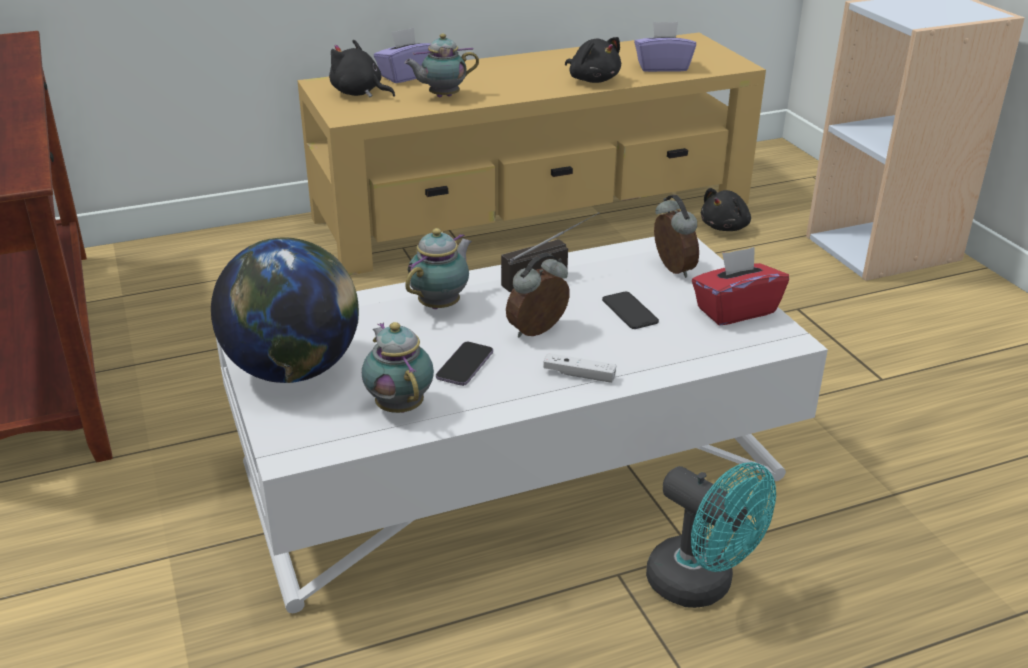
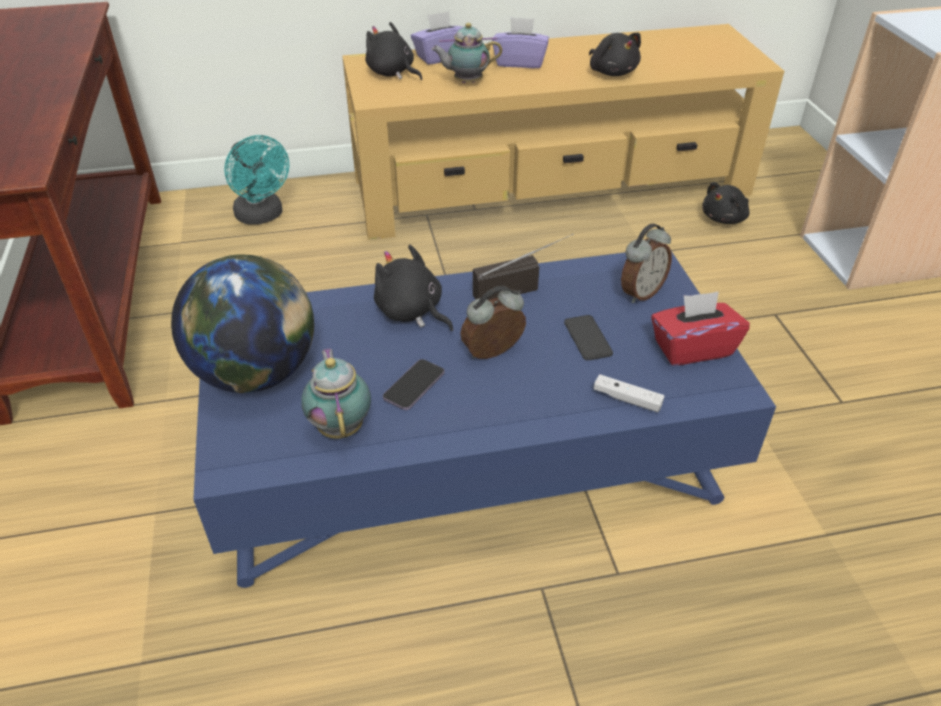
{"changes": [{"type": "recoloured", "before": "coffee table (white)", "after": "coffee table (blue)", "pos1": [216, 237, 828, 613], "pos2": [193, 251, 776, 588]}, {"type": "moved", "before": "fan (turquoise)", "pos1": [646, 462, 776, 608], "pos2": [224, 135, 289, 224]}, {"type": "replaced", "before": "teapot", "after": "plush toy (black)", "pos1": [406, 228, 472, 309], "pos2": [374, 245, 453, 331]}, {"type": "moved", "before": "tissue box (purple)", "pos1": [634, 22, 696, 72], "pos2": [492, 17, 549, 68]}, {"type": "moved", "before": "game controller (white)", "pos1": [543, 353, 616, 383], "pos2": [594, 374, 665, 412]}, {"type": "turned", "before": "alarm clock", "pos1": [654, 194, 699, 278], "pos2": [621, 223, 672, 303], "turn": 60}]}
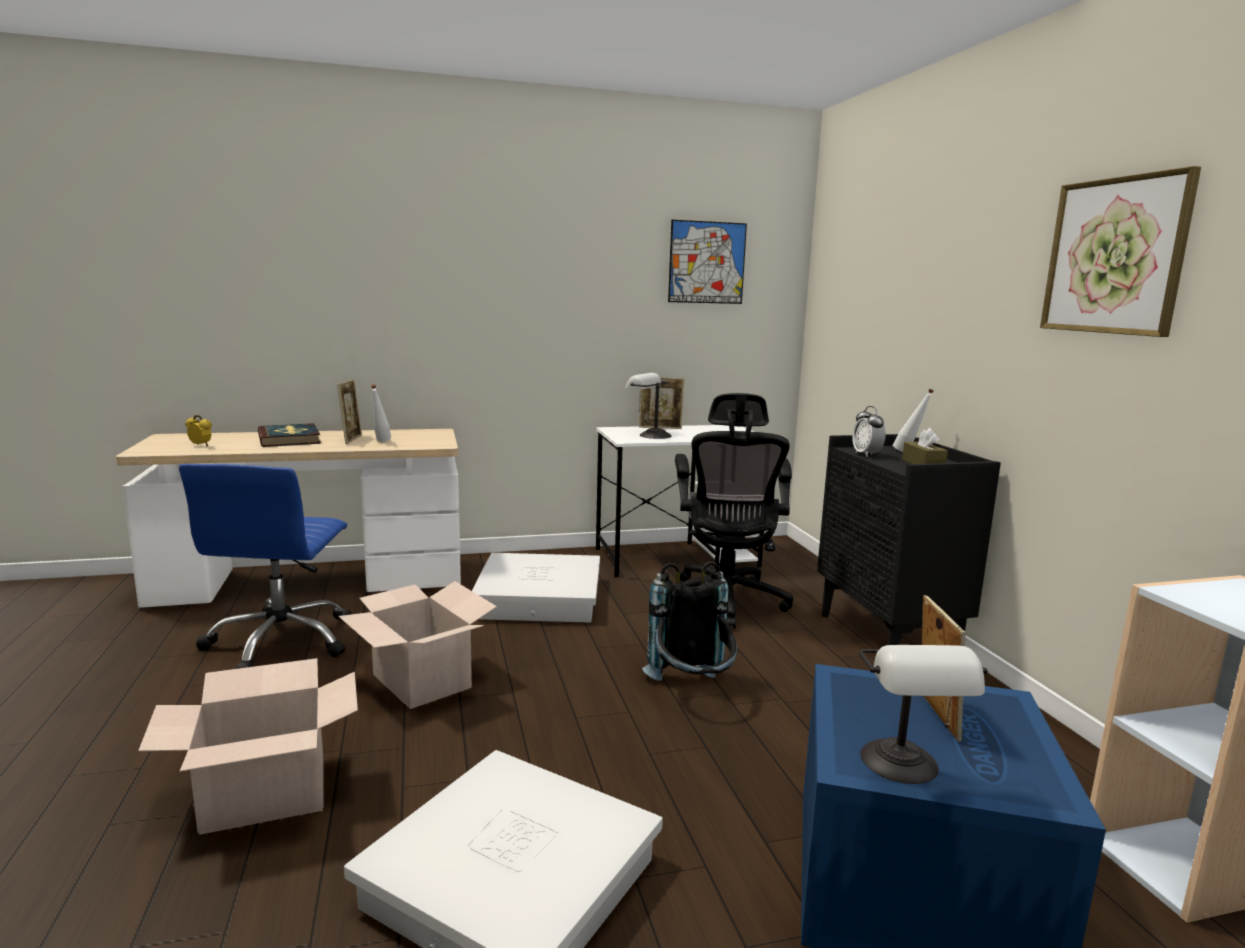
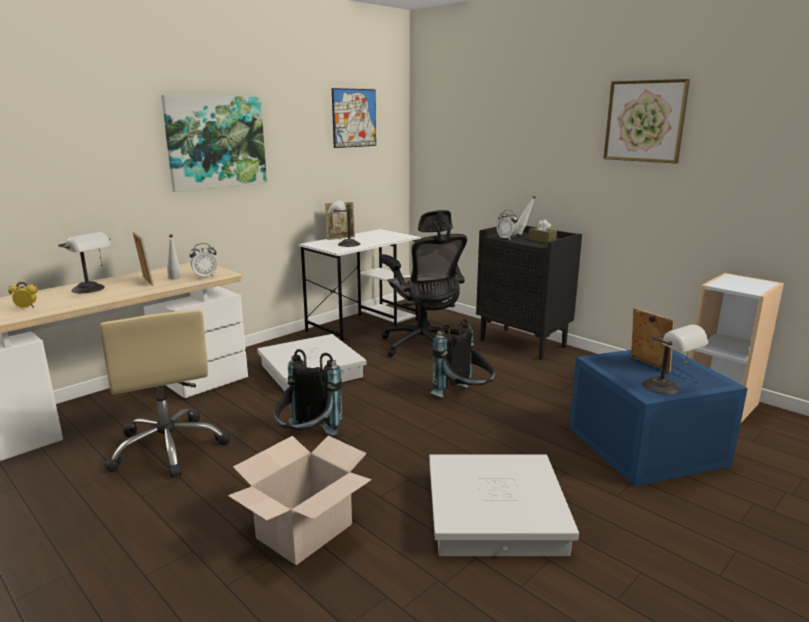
{"changes": [{"type": "replaced", "before": "book", "after": "table lamp", "pos1": [258, 423, 321, 447], "pos2": [58, 232, 111, 293]}, {"type": "recoloured", "before": "office chair (blue)", "after": "office chair (beige)", "pos1": [179, 464, 352, 669], "pos2": [99, 309, 231, 478]}, {"type": "added", "after": "picture", "pos2": [161, 95, 267, 192]}, {"type": "added", "after": "alarm clock", "pos2": [189, 243, 217, 279]}, {"type": "replaced", "before": "cardboard box", "after": "backpack (black)", "pos1": [338, 581, 497, 709], "pos2": [274, 349, 342, 435]}]}
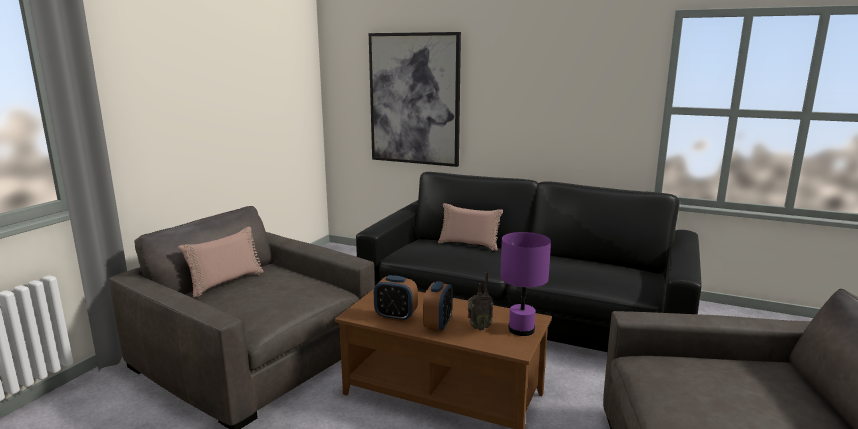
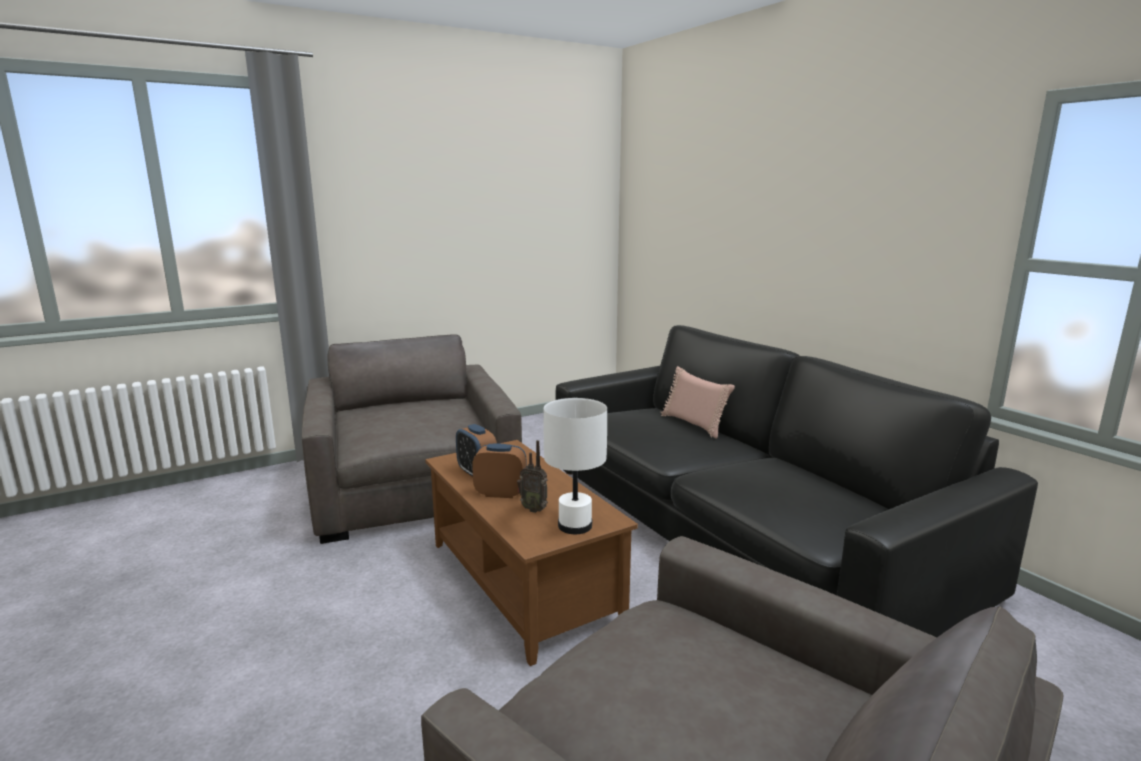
{"changes": [{"type": "turned", "before": "alarm clock", "pos1": [423, 281, 453, 332], "pos2": [472, 444, 527, 498], "turn": -135}, {"type": "recoloured", "before": "table lamp (purple)", "after": "table lamp (white)", "pos1": [500, 232, 551, 336], "pos2": [543, 398, 607, 534]}, {"type": "removed", "before": "pillow (beige)", "pos1": [178, 226, 263, 298]}, {"type": "removed", "before": "picture", "pos1": [369, 32, 461, 167]}]}
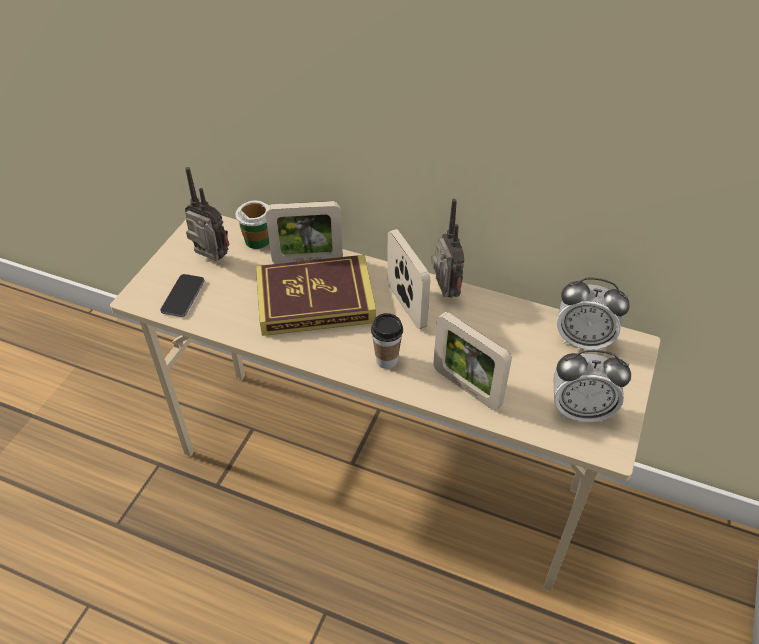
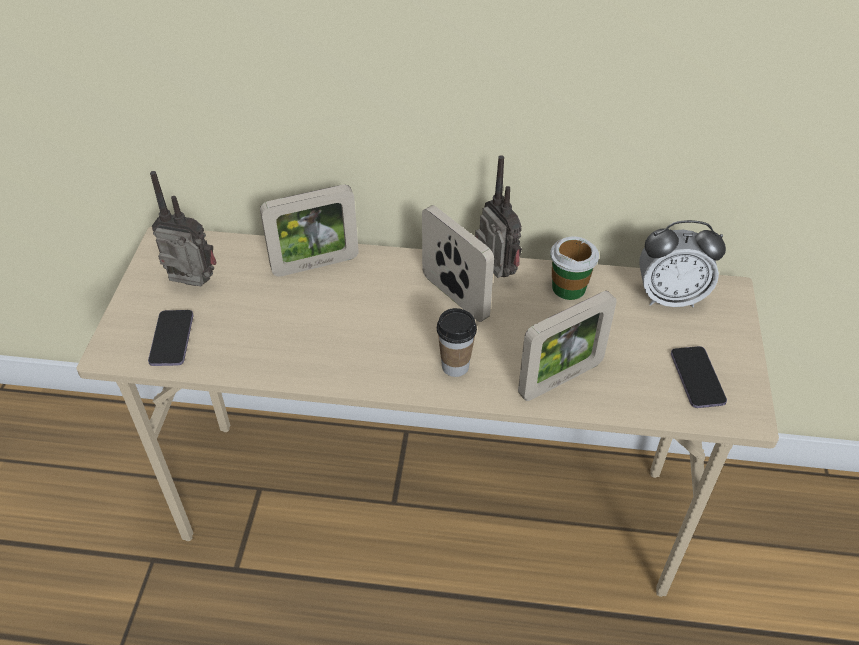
{"changes": [{"type": "turned", "before": "picture frame", "pos1": [433, 312, 512, 410], "pos2": [518, 291, 617, 401], "turn": -60}, {"type": "moved", "before": "cup", "pos1": [236, 201, 269, 249], "pos2": [550, 237, 599, 300]}, {"type": "replaced", "before": "alarm clock", "after": "phone", "pos1": [554, 350, 631, 422], "pos2": [671, 346, 727, 408]}, {"type": "removed", "before": "book", "pos1": [256, 255, 376, 336]}]}
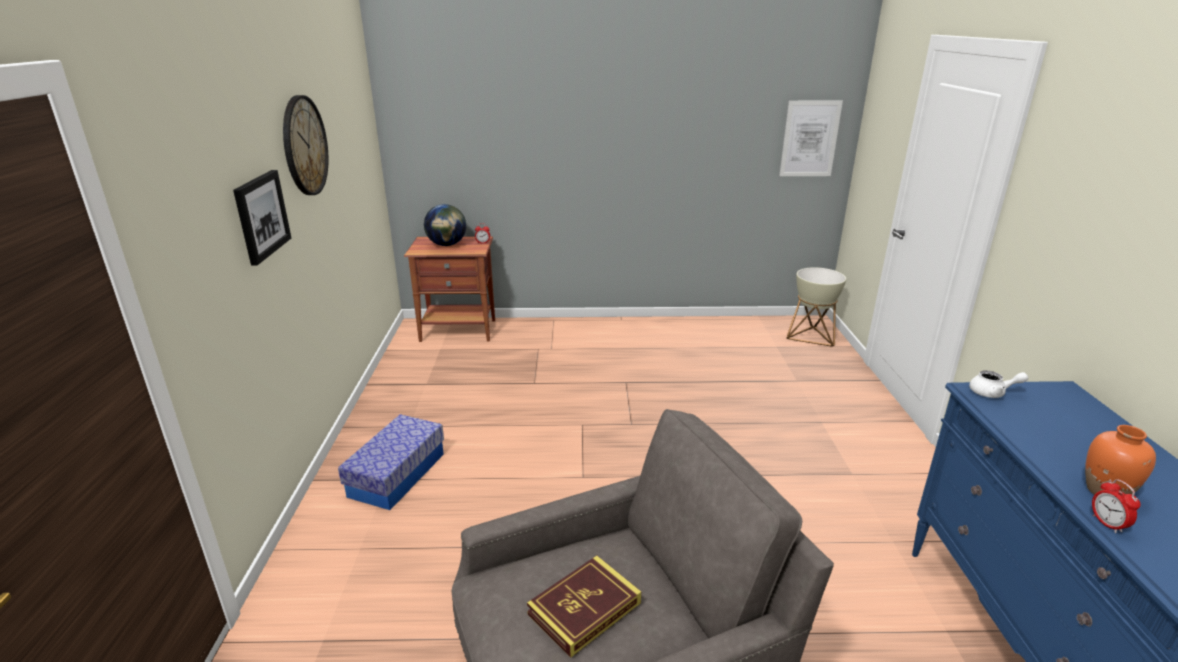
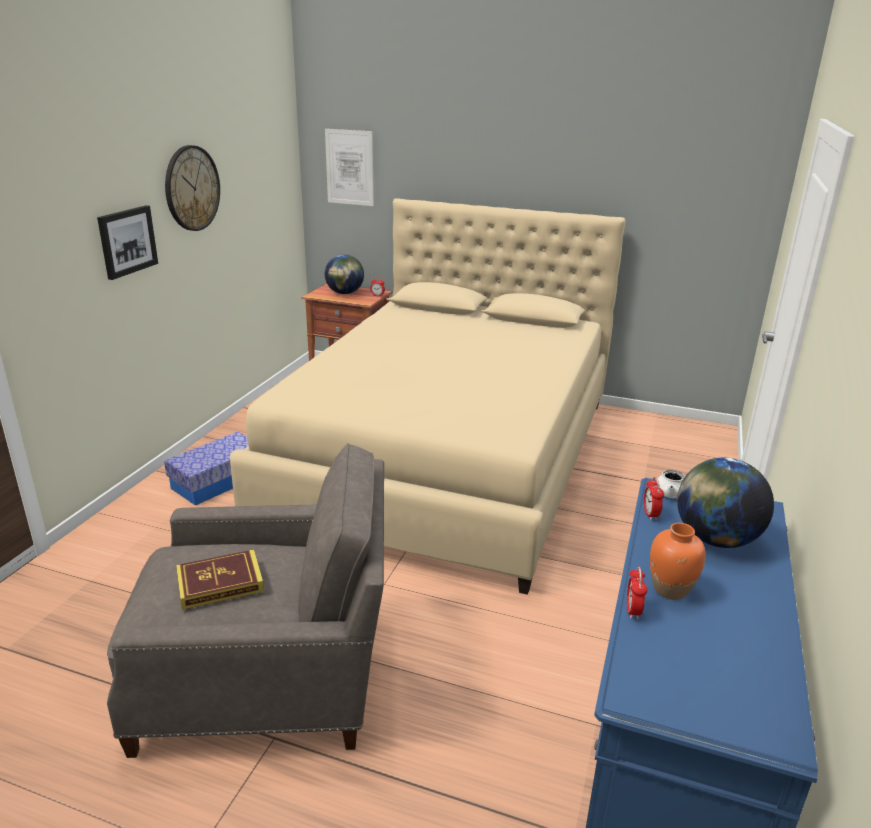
{"changes": [{"type": "added", "after": "bed (beige)", "pos2": [230, 198, 625, 595]}, {"type": "moved", "before": "picture", "pos1": [779, 101, 843, 176], "pos2": [325, 129, 374, 206]}, {"type": "added", "after": "alarm clock", "pos2": [644, 477, 664, 520]}, {"type": "added", "after": "globe", "pos2": [677, 458, 774, 548]}, {"type": "removed", "before": "planter", "pos1": [787, 267, 846, 347]}]}
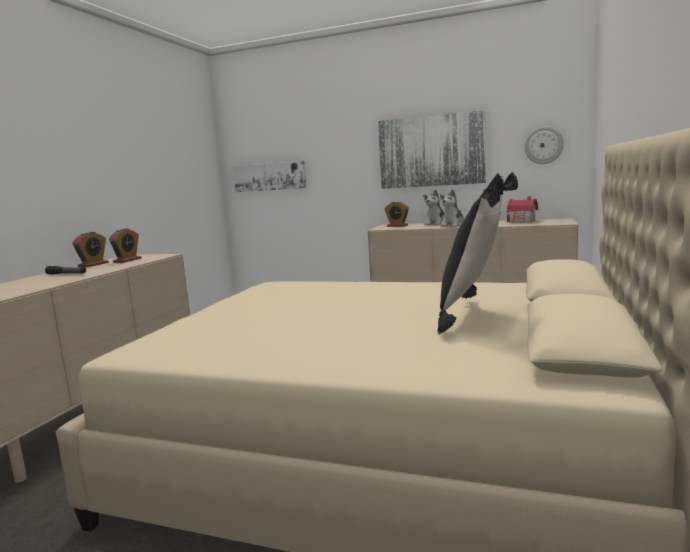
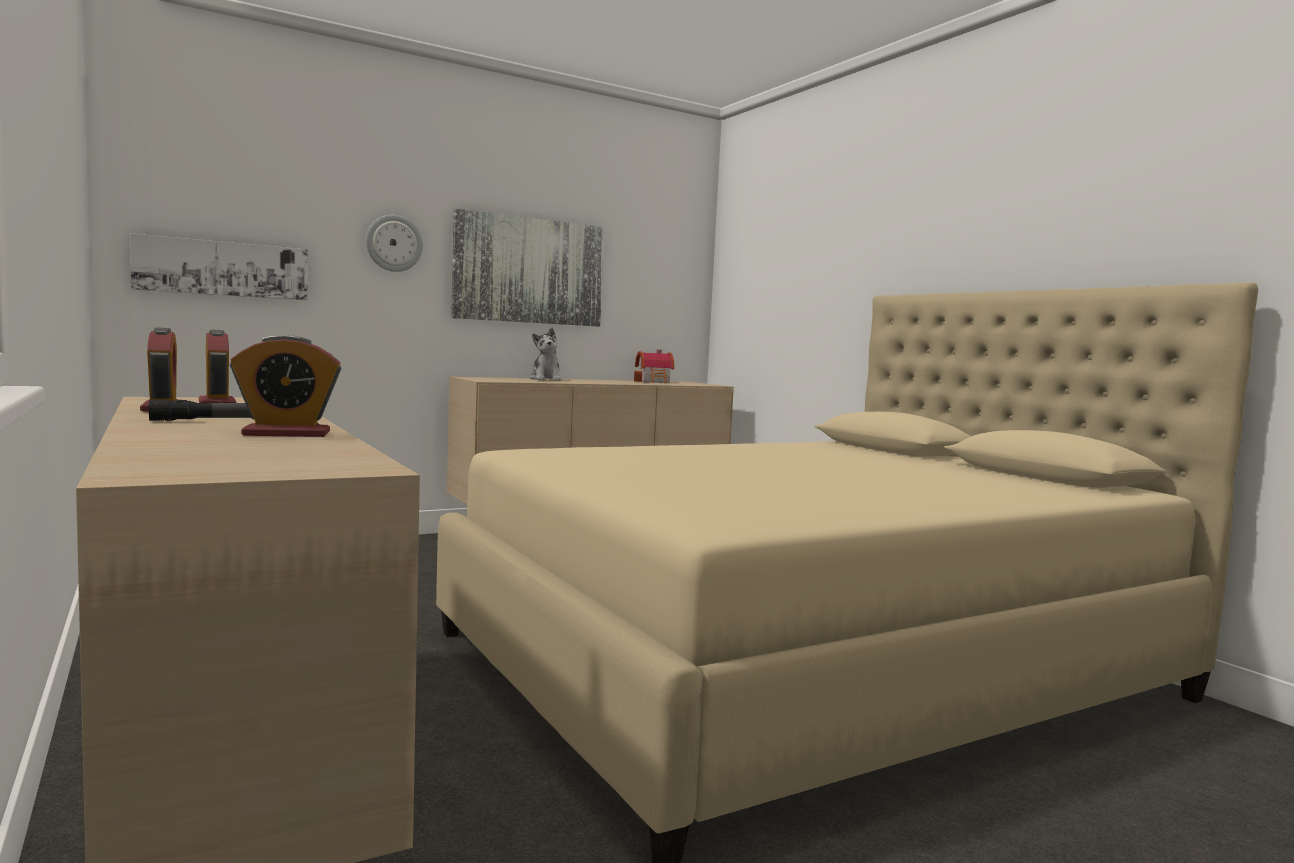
{"changes": [{"type": "moved", "before": "alarm clock", "pos1": [385, 201, 409, 227], "pos2": [230, 335, 342, 437]}, {"type": "moved", "before": "wall clock", "pos1": [524, 127, 564, 164], "pos2": [366, 215, 423, 272]}, {"type": "removed", "before": "pillow (black)", "pos1": [437, 172, 519, 334]}, {"type": "removed", "before": "plush toy", "pos1": [440, 189, 464, 227]}]}
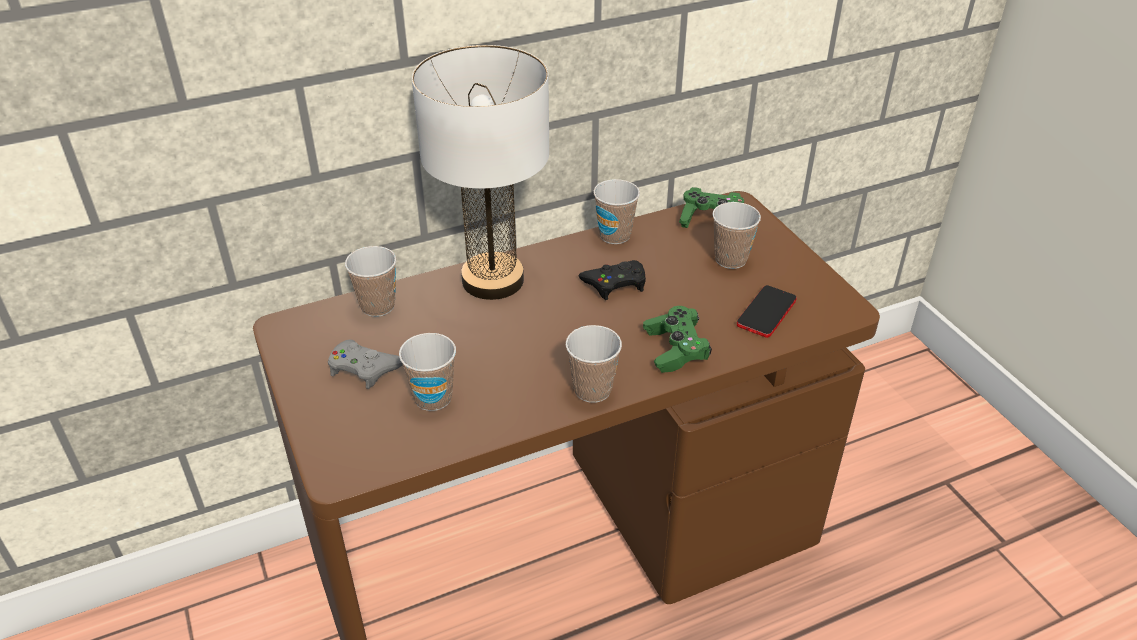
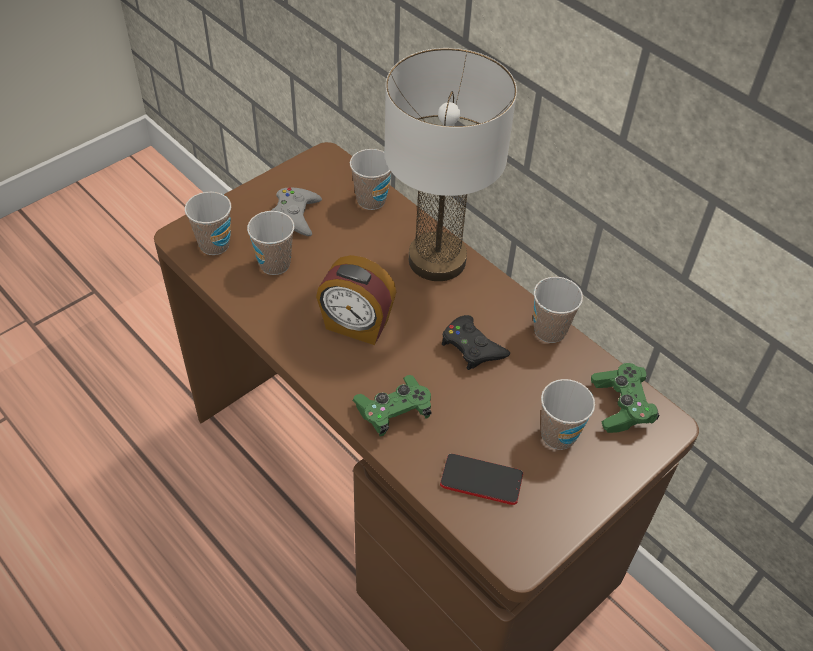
{"changes": [{"type": "moved", "before": "cup", "pos1": [566, 325, 622, 403], "pos2": [185, 192, 231, 255]}, {"type": "added", "after": "alarm clock", "pos2": [316, 255, 396, 345]}]}
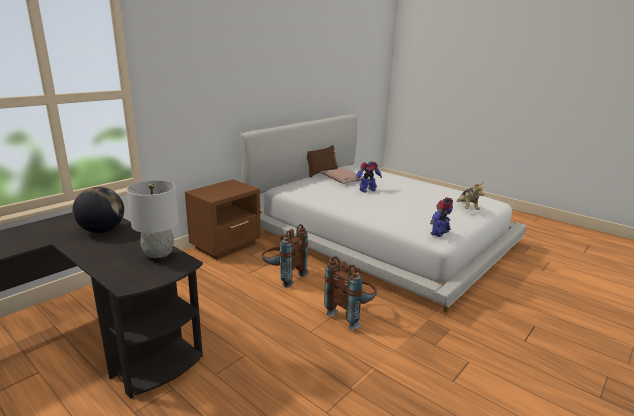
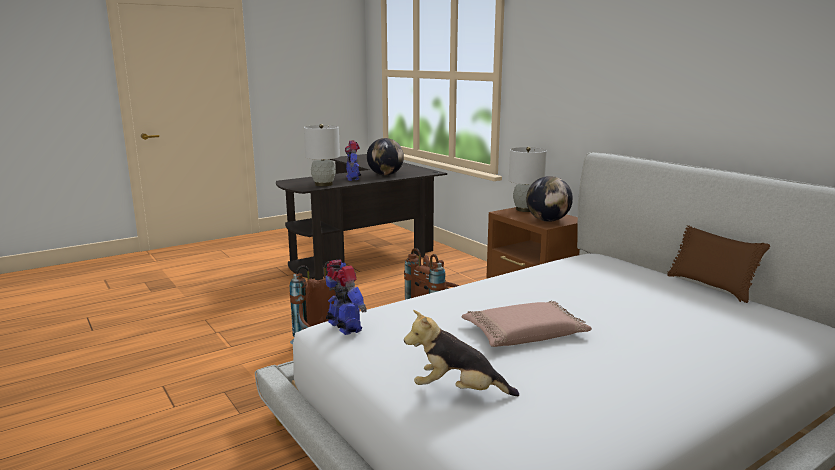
{"changes": [{"type": "moved", "before": "toy robot", "pos1": [356, 161, 382, 193], "pos2": [344, 141, 361, 181]}, {"type": "moved", "before": "pillow (beige)", "pos1": [320, 168, 364, 184], "pos2": [461, 300, 592, 347]}, {"type": "added", "after": "table lamp (white)", "pos2": [509, 147, 547, 212]}, {"type": "added", "after": "globe", "pos2": [526, 176, 573, 222]}]}
